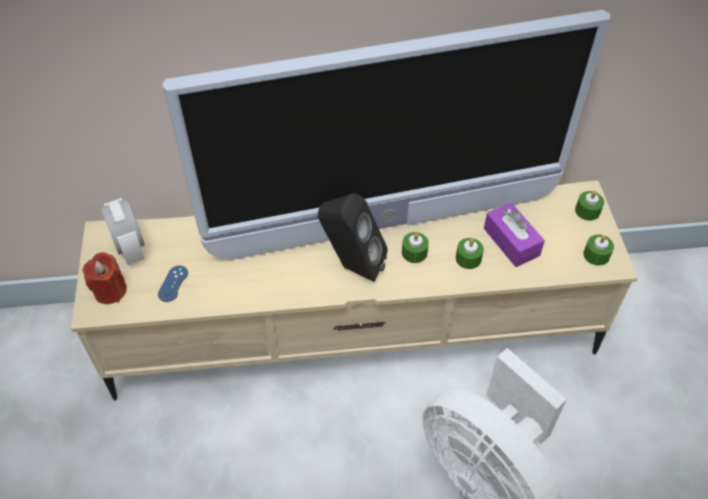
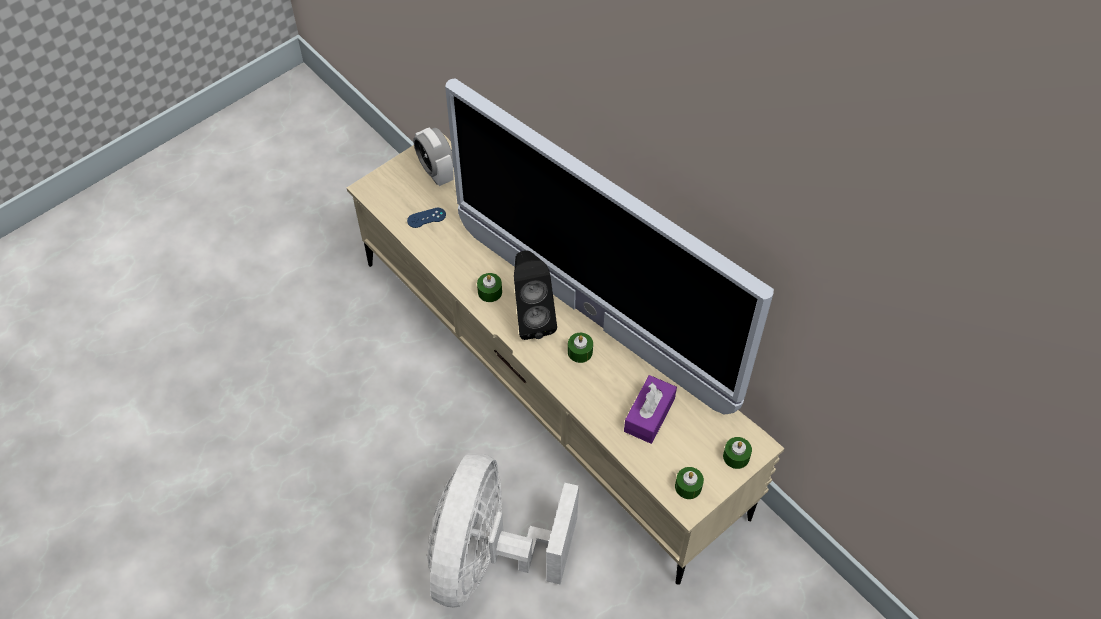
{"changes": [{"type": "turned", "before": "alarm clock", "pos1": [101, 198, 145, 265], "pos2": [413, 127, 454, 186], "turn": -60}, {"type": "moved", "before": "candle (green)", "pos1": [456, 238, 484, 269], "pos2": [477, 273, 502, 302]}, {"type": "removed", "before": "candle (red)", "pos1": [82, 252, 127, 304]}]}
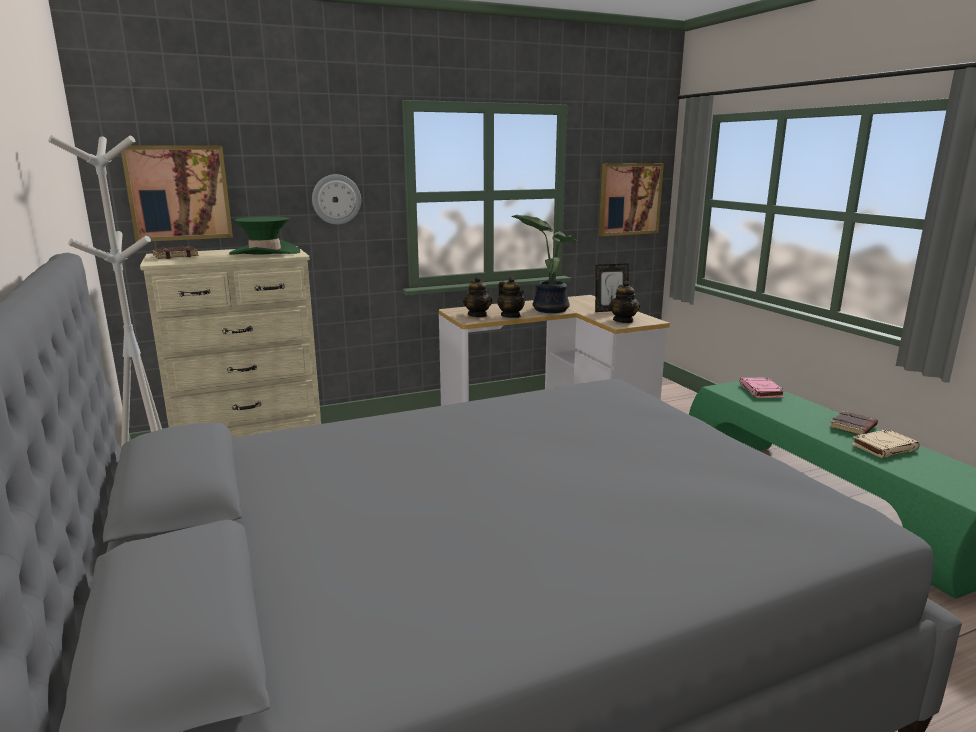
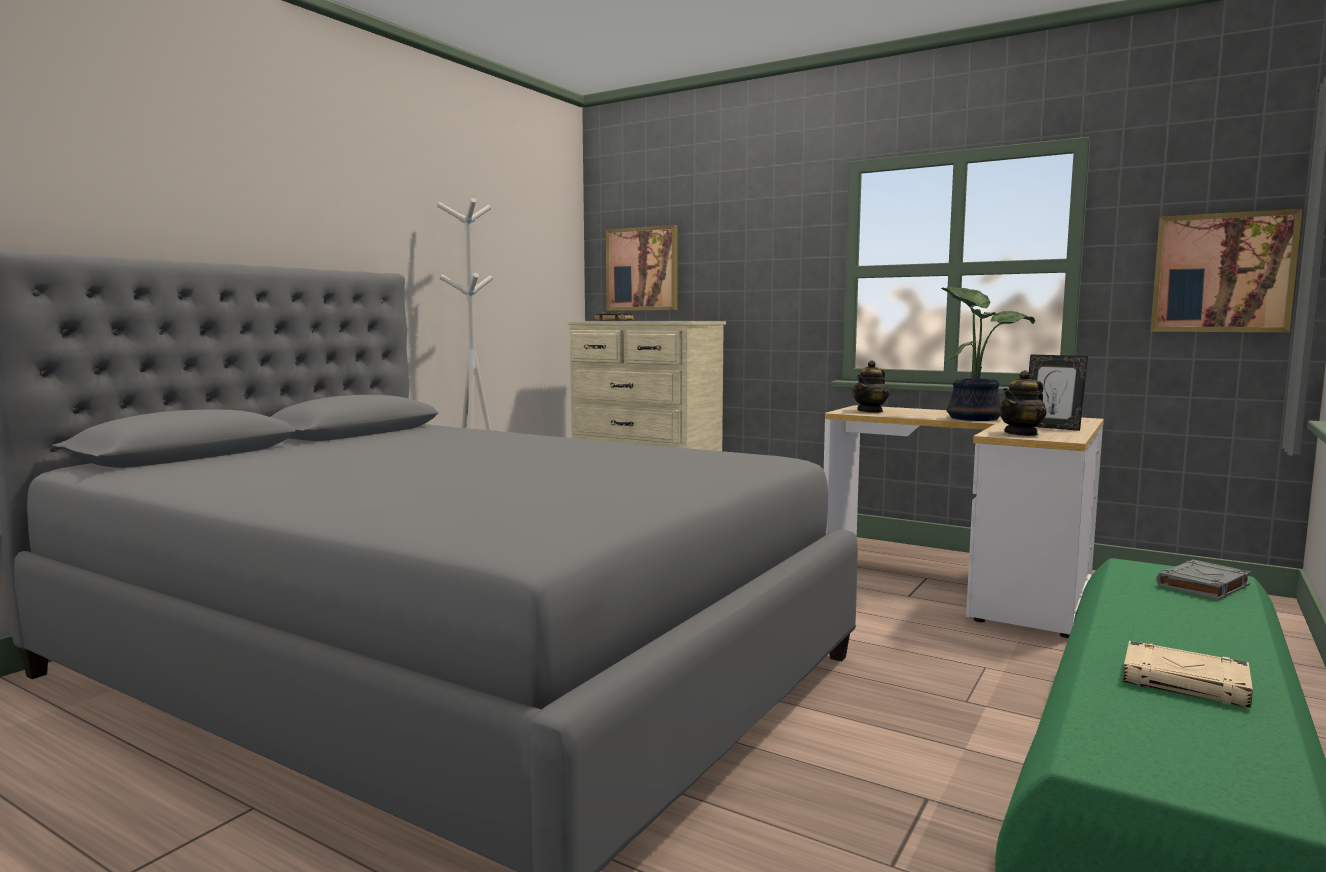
{"changes": [{"type": "recoloured", "before": "book (pink)", "after": "book (grey)", "pos1": [740, 378, 785, 398], "pos2": [1156, 560, 1251, 600]}, {"type": "removed", "before": "hat (green)", "pos1": [229, 217, 300, 255]}, {"type": "removed", "before": "wall clock", "pos1": [312, 174, 361, 225]}, {"type": "removed", "before": "teapot", "pos1": [497, 277, 525, 318]}, {"type": "removed", "before": "book (brown)", "pos1": [830, 411, 878, 435]}]}
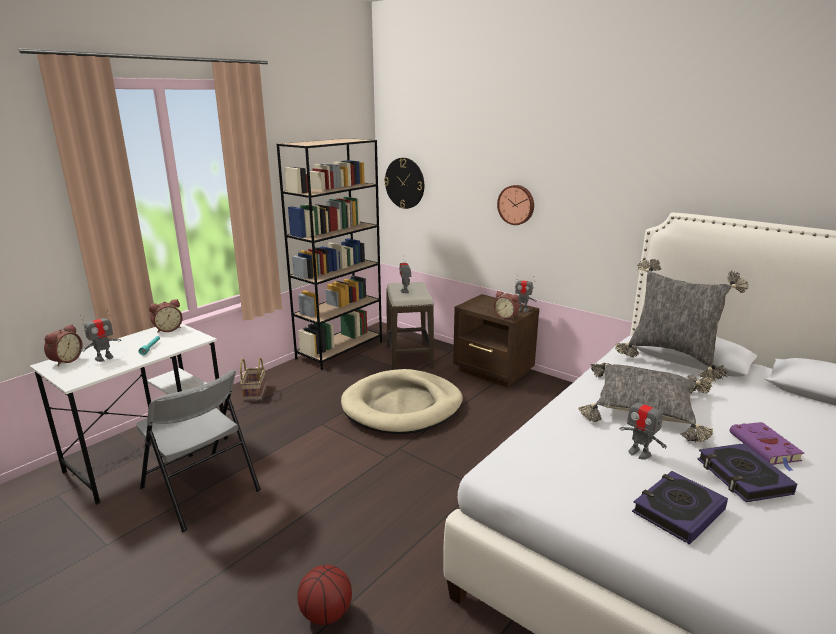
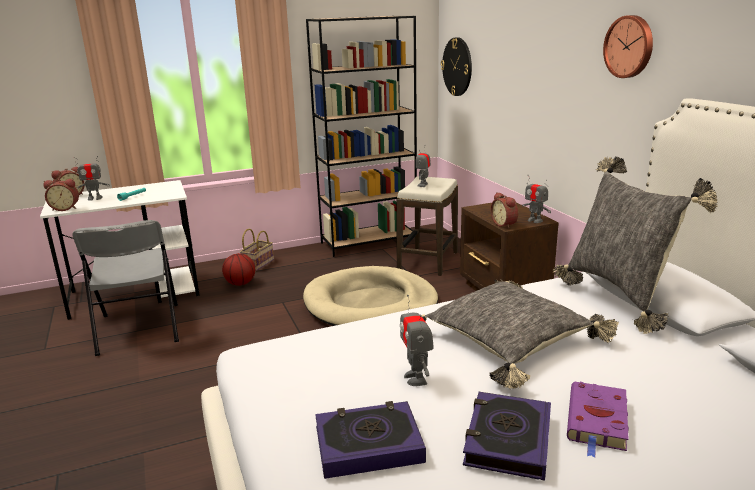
{"changes": [{"type": "moved", "before": "alarm clock", "pos1": [149, 299, 183, 333], "pos2": [43, 179, 79, 211]}, {"type": "moved", "before": "basketball", "pos1": [298, 565, 352, 625], "pos2": [222, 253, 255, 286]}, {"type": "moved", "before": "wall clock", "pos1": [497, 185, 534, 225], "pos2": [603, 15, 653, 78]}]}
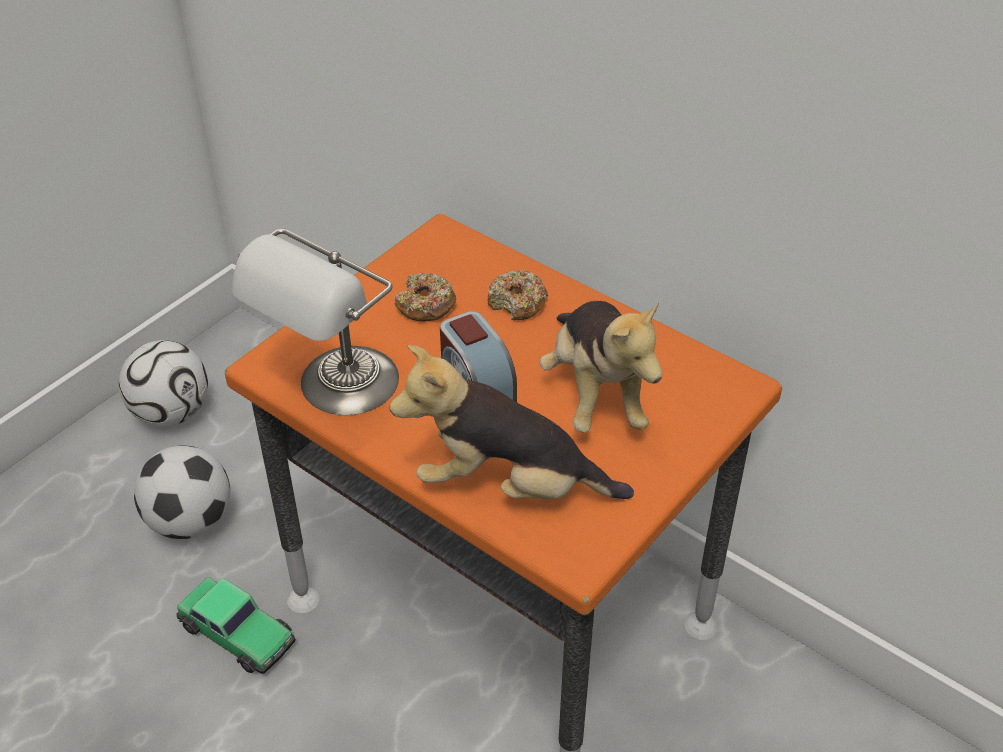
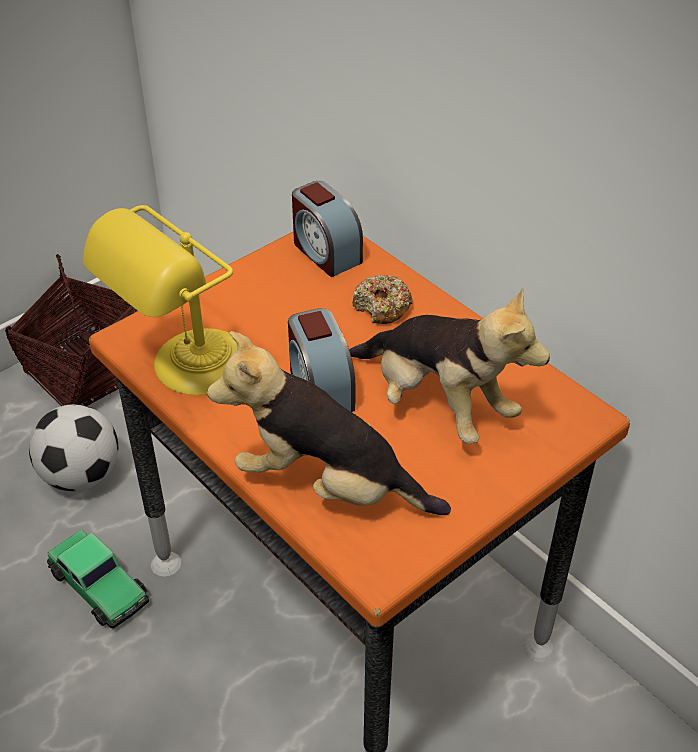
{"changes": [{"type": "replaced", "before": "football", "after": "basket", "pos1": [119, 340, 208, 426], "pos2": [5, 254, 137, 406]}, {"type": "recoloured", "before": "table lamp (white)", "after": "table lamp (yellow)", "pos1": [232, 229, 399, 415], "pos2": [83, 205, 238, 395]}, {"type": "added", "after": "alarm clock", "pos2": [292, 181, 363, 277]}, {"type": "turned", "before": "plush toy", "pos1": [540, 301, 663, 433], "pos2": [350, 287, 550, 444], "turn": -45}, {"type": "removed", "before": "donut", "pos1": [395, 273, 456, 322]}]}
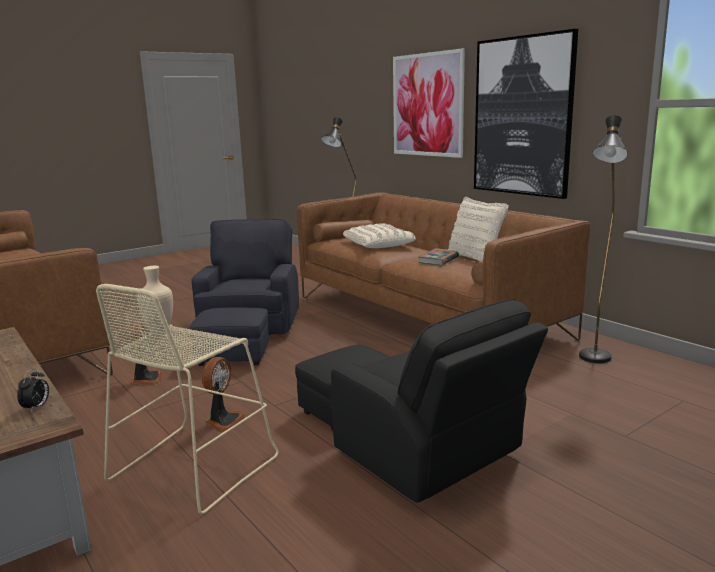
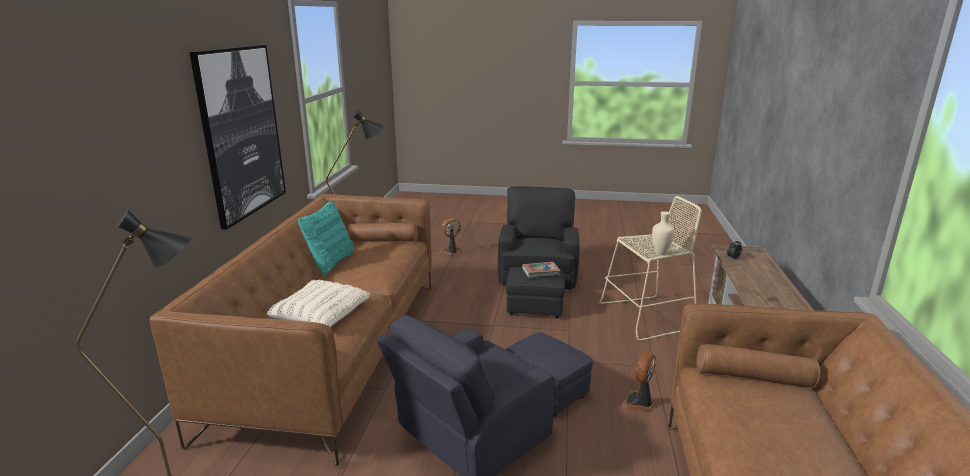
{"changes": [{"type": "recoloured", "before": "pillow (beige)", "after": "pillow (turquoise)", "pos1": [448, 196, 509, 262], "pos2": [298, 201, 355, 276]}, {"type": "moved", "before": "fan", "pos1": [202, 357, 245, 432], "pos2": [440, 218, 461, 255]}, {"type": "moved", "before": "book", "pos1": [419, 248, 459, 265], "pos2": [522, 262, 560, 278]}, {"type": "removed", "before": "picture", "pos1": [393, 48, 465, 158]}]}
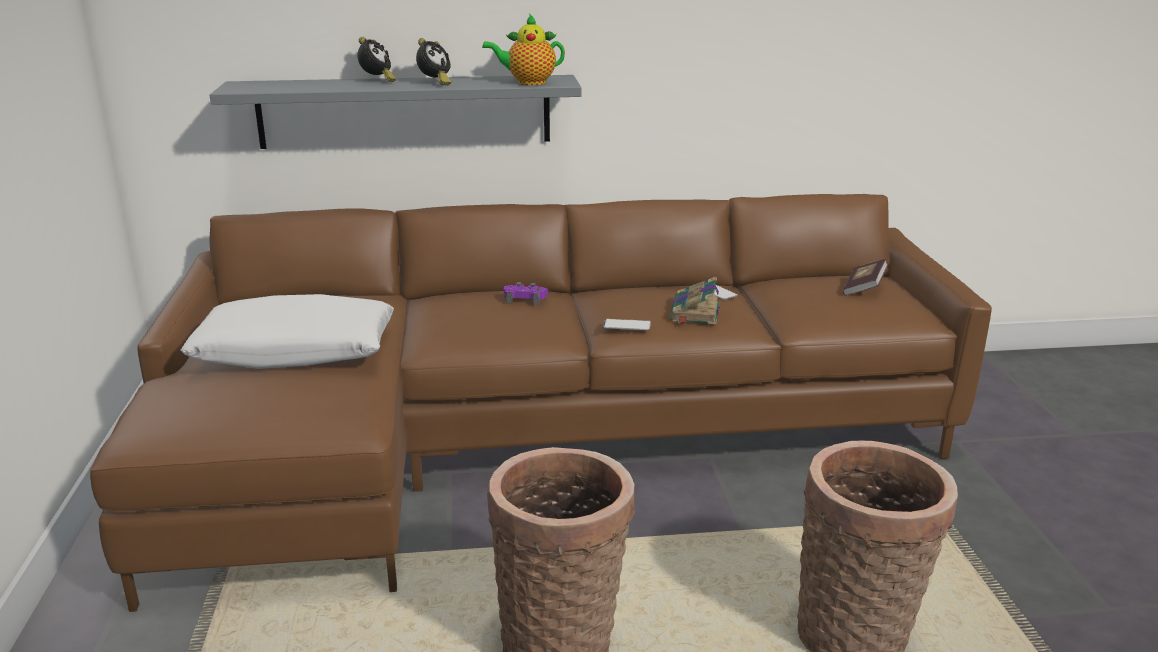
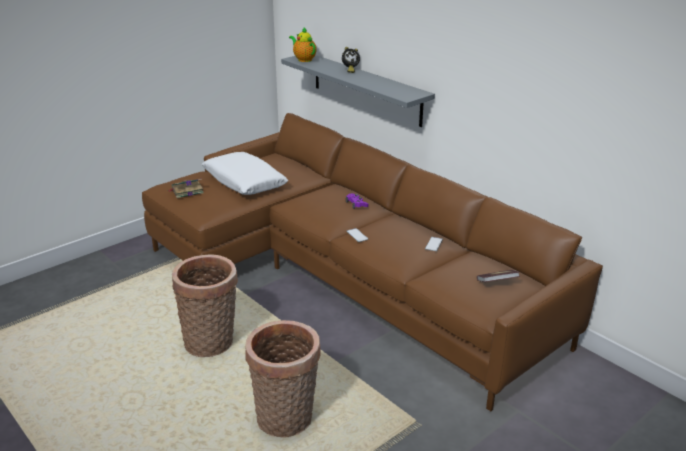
{"changes": [{"type": "moved", "before": "book", "pos1": [670, 277, 720, 324], "pos2": [167, 179, 204, 198]}, {"type": "moved", "before": "teapot", "pos1": [482, 14, 565, 85], "pos2": [289, 27, 317, 62]}, {"type": "removed", "before": "alarm clock", "pos1": [416, 38, 452, 85]}]}
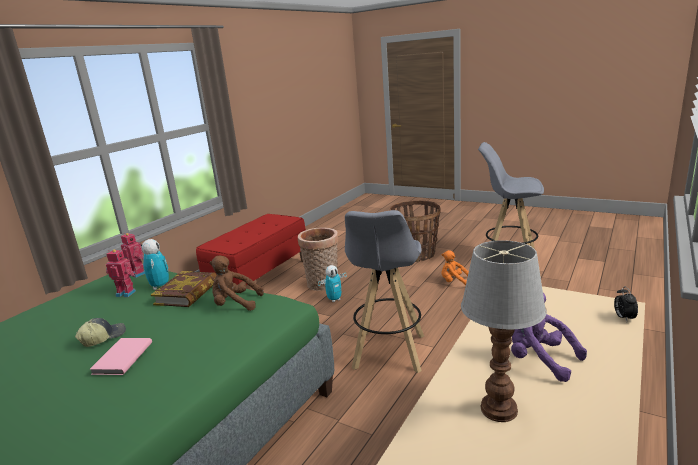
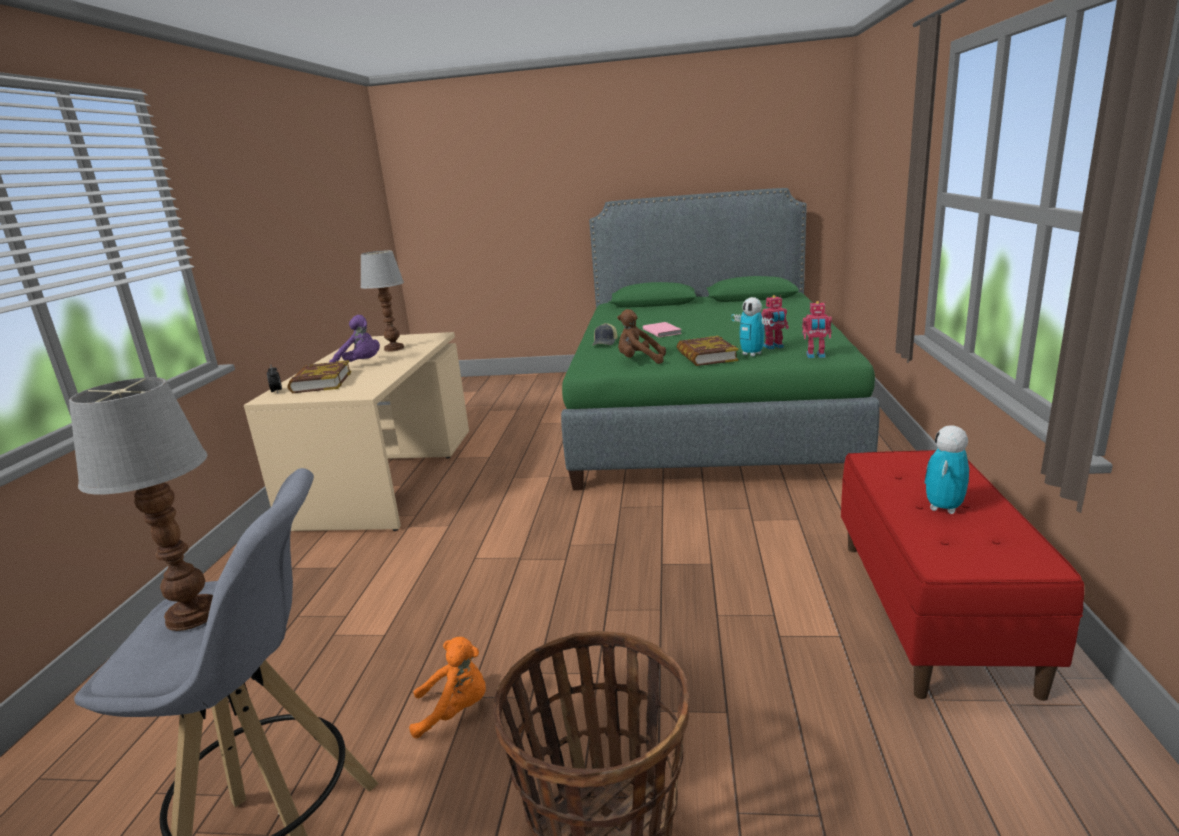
{"changes": [{"type": "added", "after": "table lamp", "pos2": [69, 377, 213, 631]}, {"type": "added", "after": "book", "pos2": [287, 360, 351, 393]}, {"type": "moved", "before": "cap", "pos1": [75, 318, 126, 347], "pos2": [592, 323, 618, 346]}, {"type": "turned", "before": "plush toy (brown)", "pos1": [210, 256, 264, 311], "pos2": [617, 309, 666, 364], "turn": -150}, {"type": "moved", "before": "toy robot", "pos1": [318, 265, 347, 302], "pos2": [924, 425, 969, 514]}, {"type": "removed", "before": "basket", "pos1": [298, 227, 339, 291]}, {"type": "removed", "before": "stool (grey)", "pos1": [345, 210, 424, 373]}]}
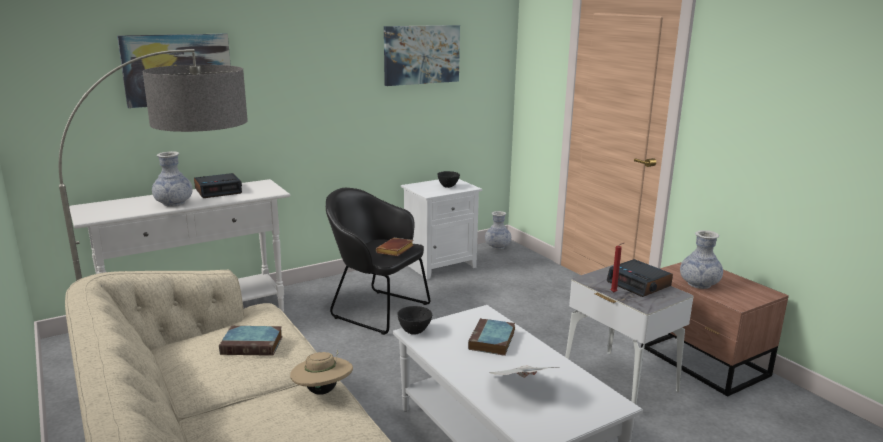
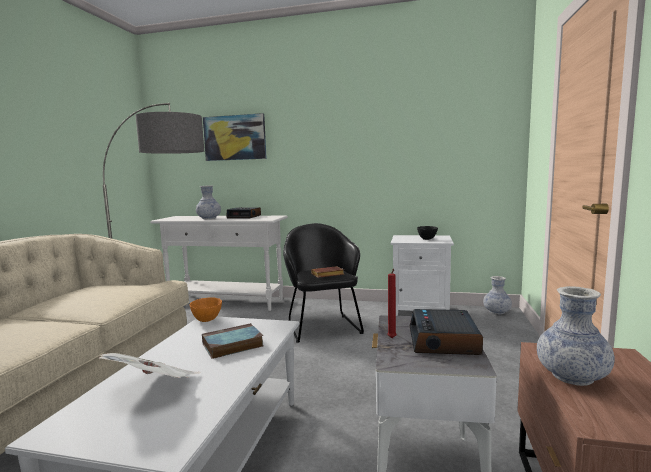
{"changes": [{"type": "recoloured", "before": "bowl (black)", "after": "bowl (orange)", "pos1": [398, 306, 432, 335], "pos2": [190, 297, 222, 322]}, {"type": "removed", "before": "book", "pos1": [219, 326, 283, 356]}, {"type": "removed", "before": "hat (beige)", "pos1": [290, 349, 353, 395]}, {"type": "removed", "before": "picture", "pos1": [384, 25, 460, 86]}]}
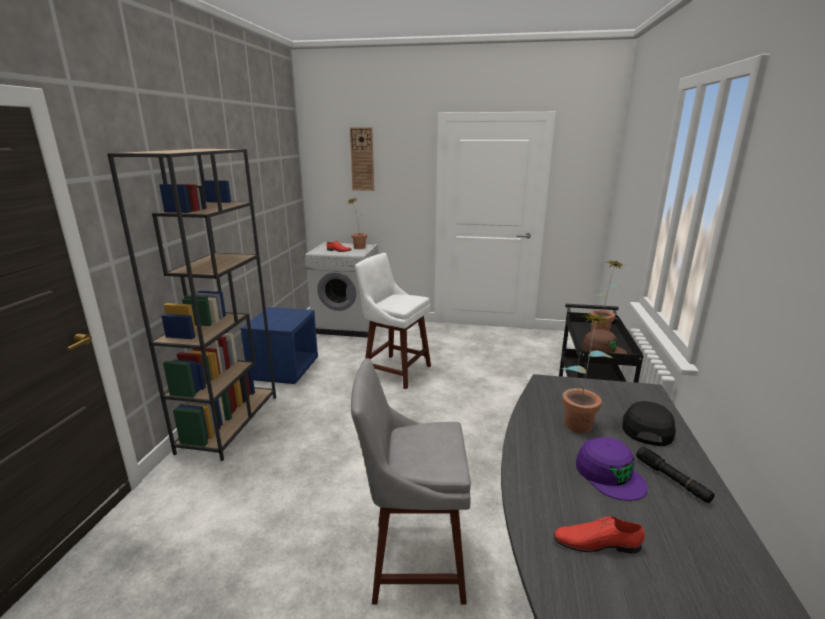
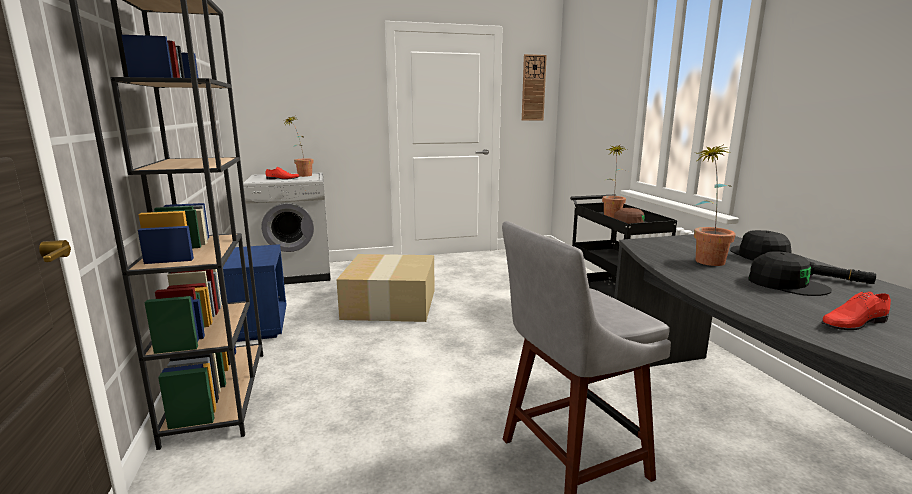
{"changes": [{"type": "replaced", "before": "chair (white)", "after": "cardboard box", "pos1": [355, 253, 431, 389], "pos2": [336, 254, 435, 322]}, {"type": "moved", "before": "wall clock", "pos1": [350, 127, 374, 191], "pos2": [522, 54, 547, 121]}, {"type": "recoloured", "before": "cap (purple)", "after": "cap (black)", "pos1": [576, 437, 648, 501], "pos2": [748, 251, 832, 296]}]}
